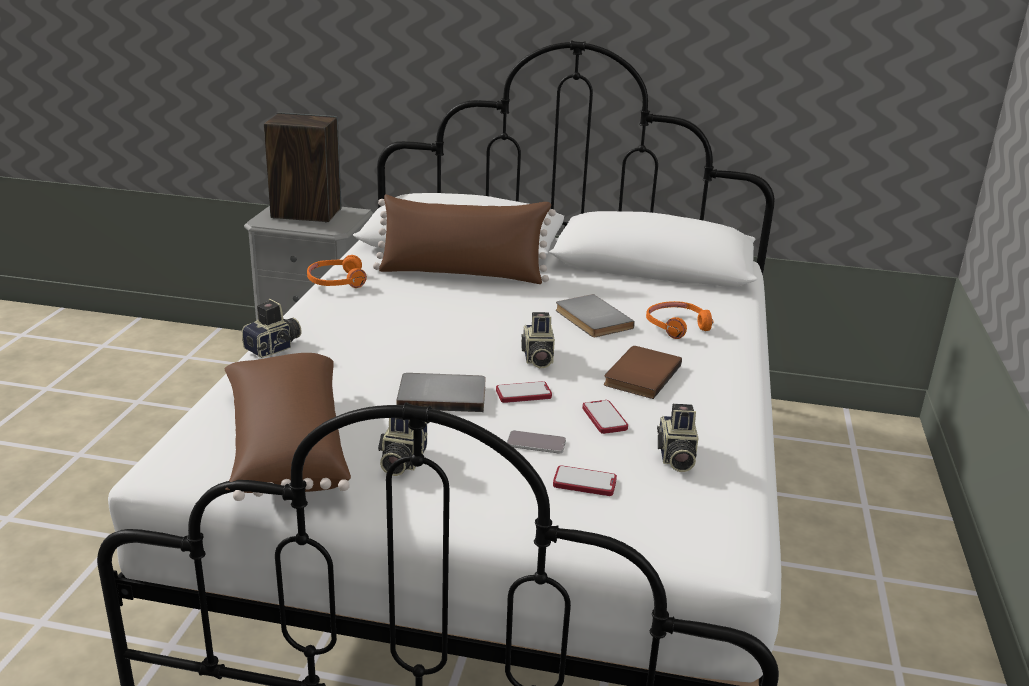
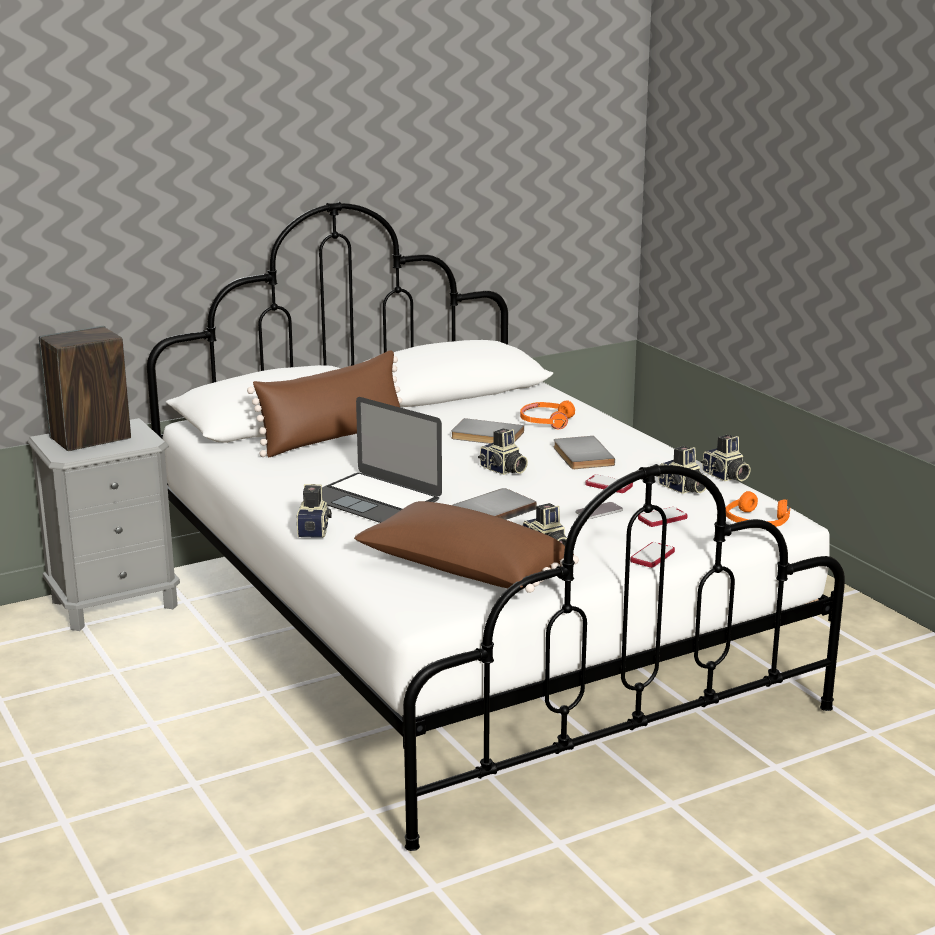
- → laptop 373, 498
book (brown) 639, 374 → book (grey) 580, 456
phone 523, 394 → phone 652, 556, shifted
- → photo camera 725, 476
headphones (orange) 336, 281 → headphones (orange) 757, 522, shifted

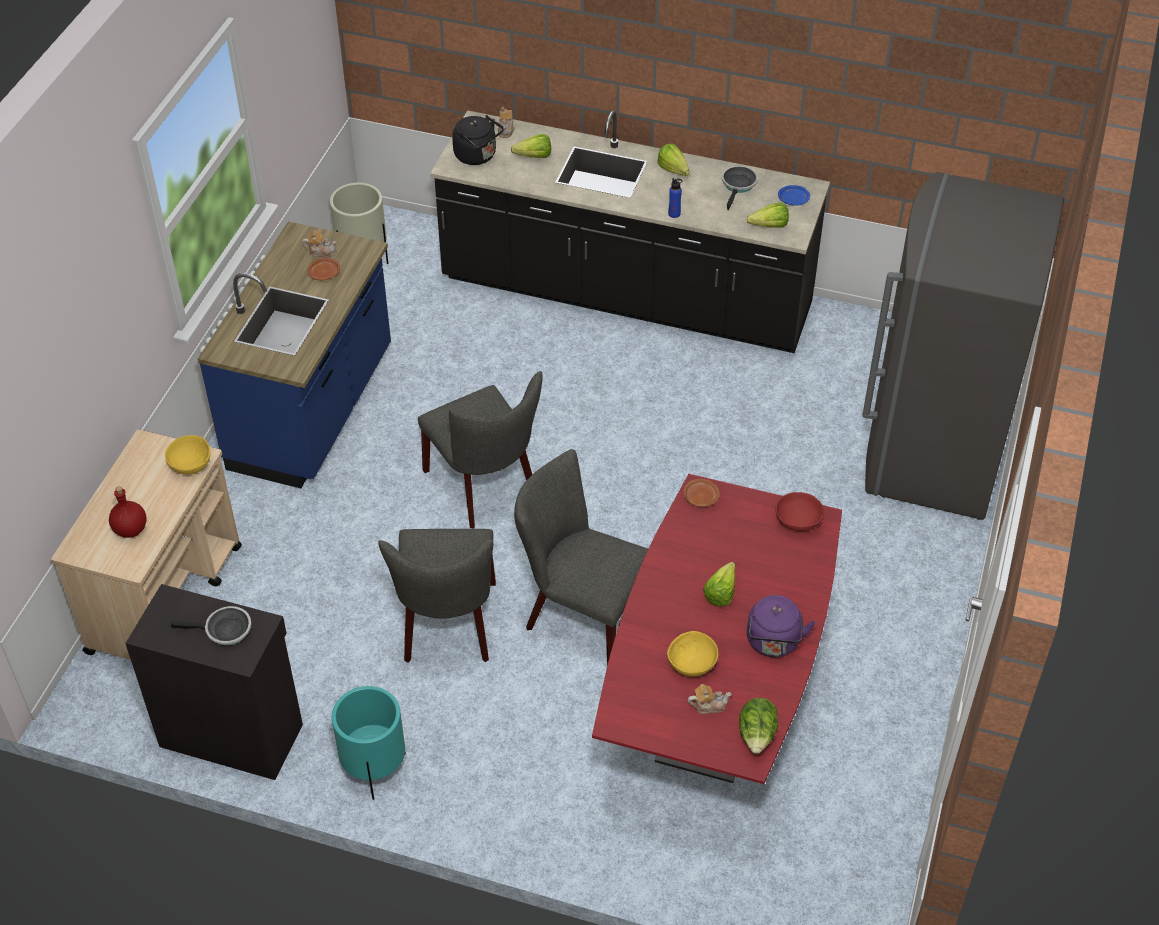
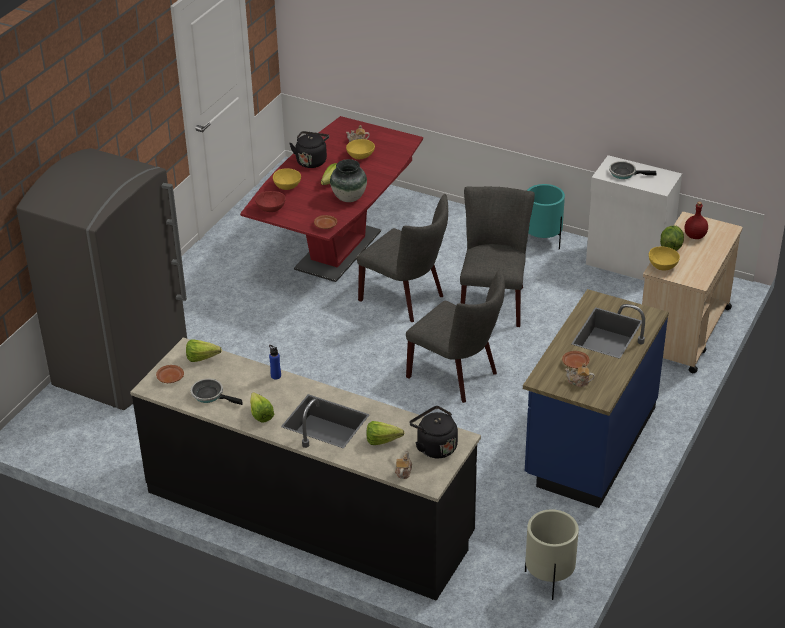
plate (blue) 794, 200 → plate (brown) 170, 378
frying pan 738, 186 → frying pan 210, 395, 90 degrees clockwise
- → bowl (yellow) 287, 187
kettle (purple) 773, 643 → kettle (black) 311, 161
- → vase 349, 198
chair (grey) 486, 488 → chair (grey) 457, 376, 150 degrees clockwise
cabinet (black) 231, 733 → cabinet (white) 628, 264
lettuce 757, 736 → lettuce 671, 246, shifted

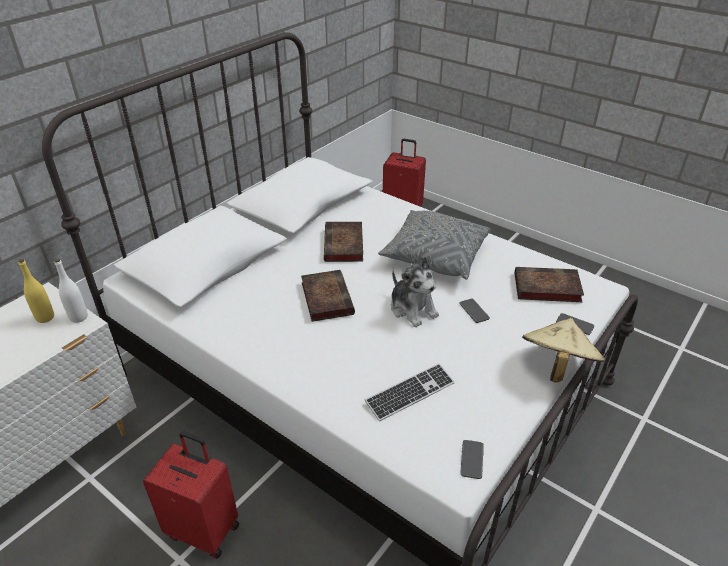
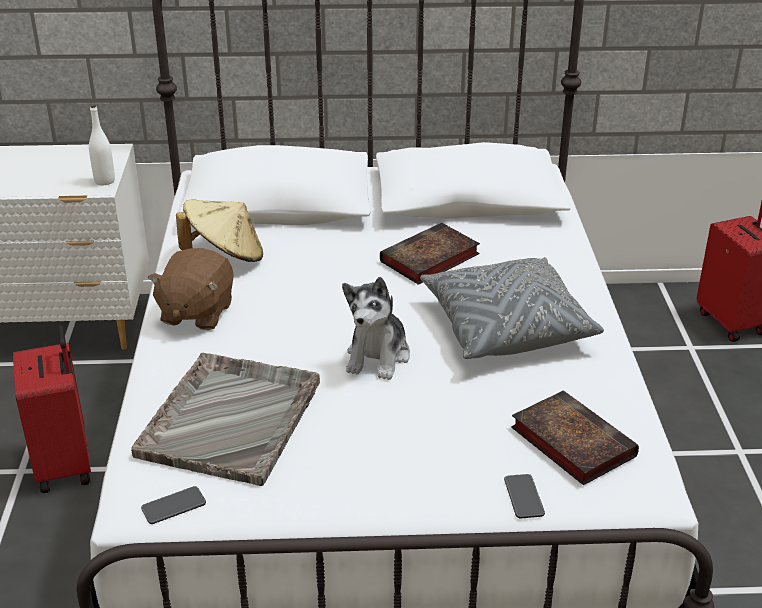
keyboard 410, 393 → tray (grey) 231, 418
- → plush toy (brown) 196, 313
hat (beige) 556, 366 → hat (beige) 225, 256, shifted
bottle (yellow) 45, 317 → -
book 326, 297 → -
phone 474, 311 → -

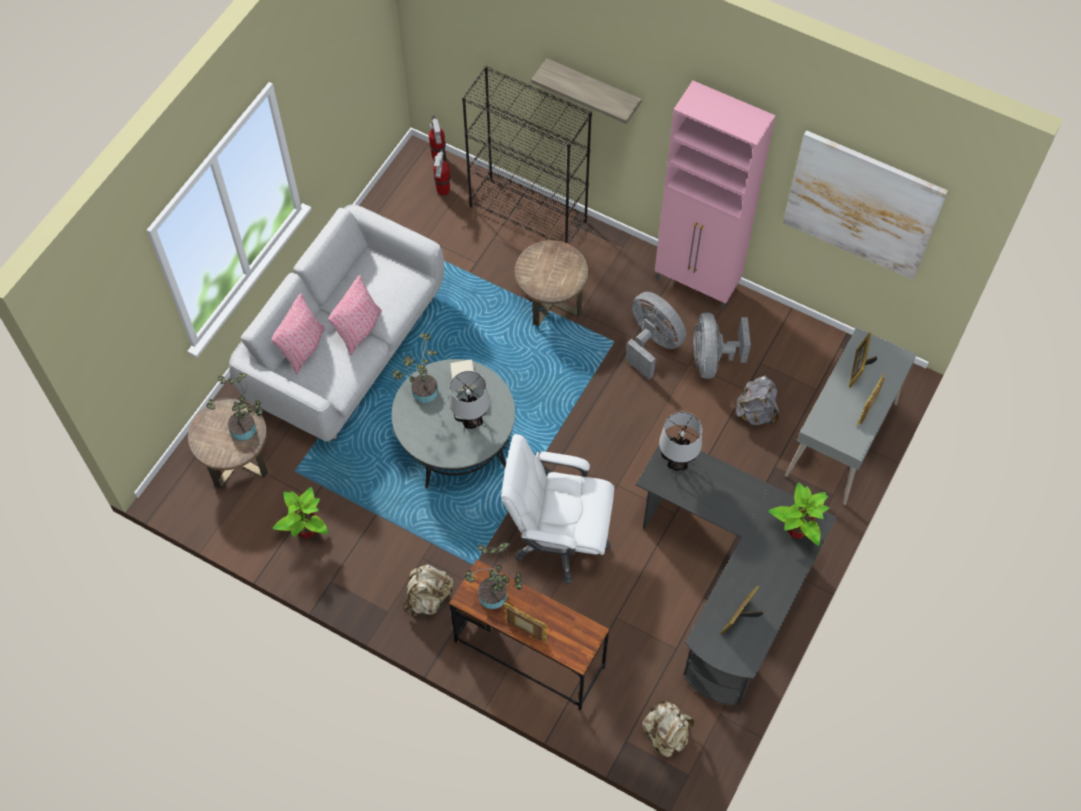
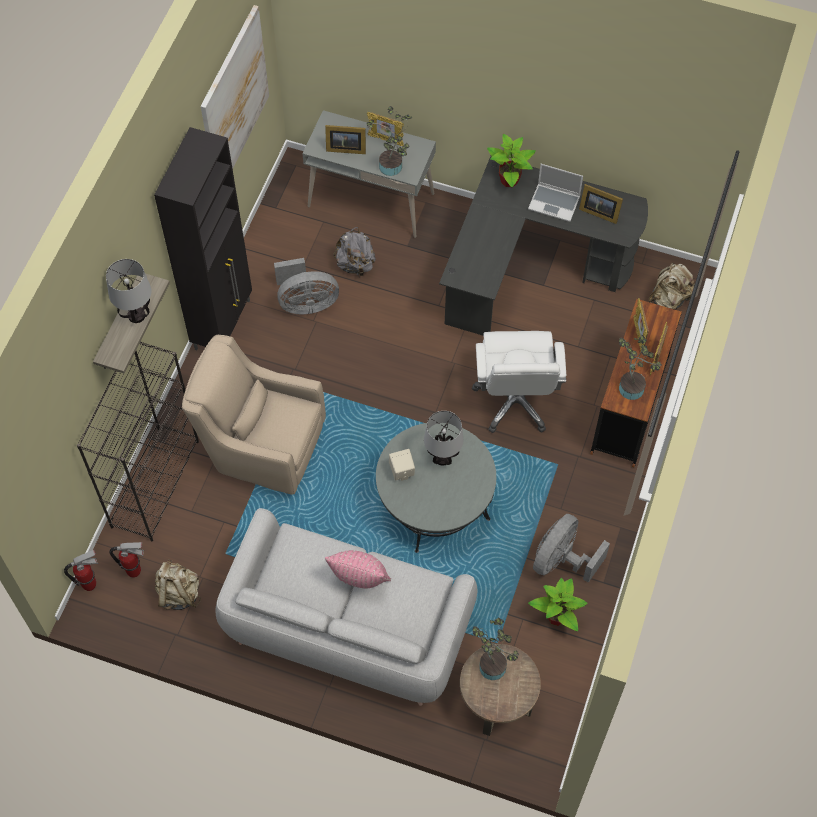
table lamp 677, 463 → table lamp 137, 315, shifted
cabinet (pink) 697, 284 → cabinet (black) 223, 324
backpack (beige) 428, 598 → backpack (beige) 178, 593, shifted
side table (brown) 551, 301 → armchair (beige) 261, 446
potted plant 422, 393 → potted plant 392, 168, shifted
- → laptop 555, 203
fan (grey) 652, 344 → fan (grey) 561, 560, shifted
- → picture frame 638, 336
pillow (pink) 303, 348 → -

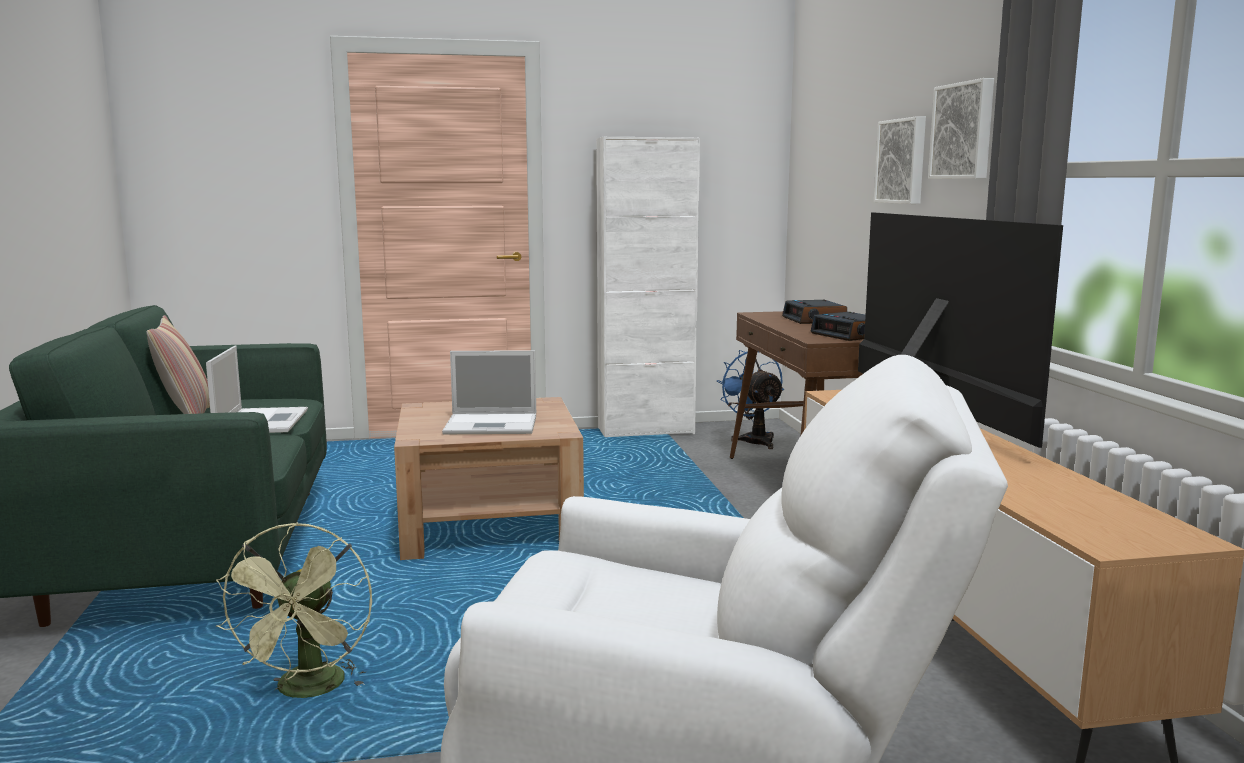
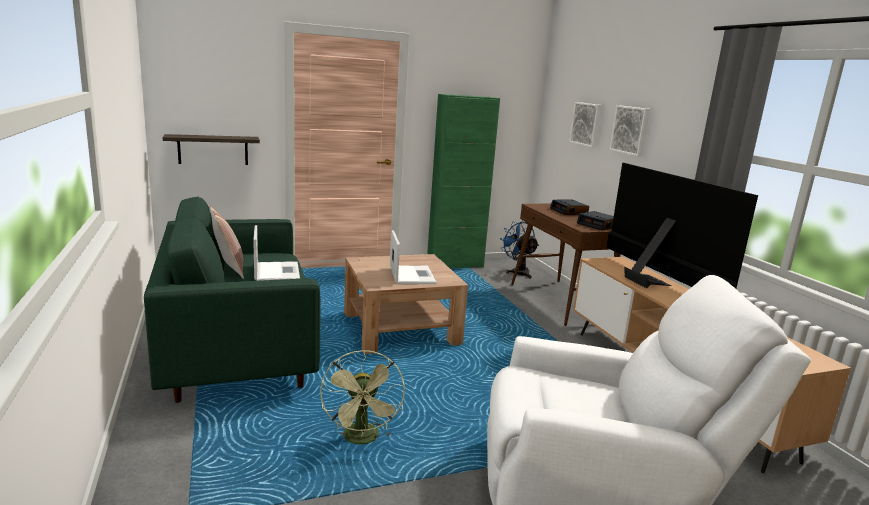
- → shelf 213, 150
laptop 493, 425 → laptop 411, 275, 90 degrees counterclockwise
cabinet (white) 646, 431 → cabinet (green) 455, 265
picture 964, 131 → picture 587, 124, shifted

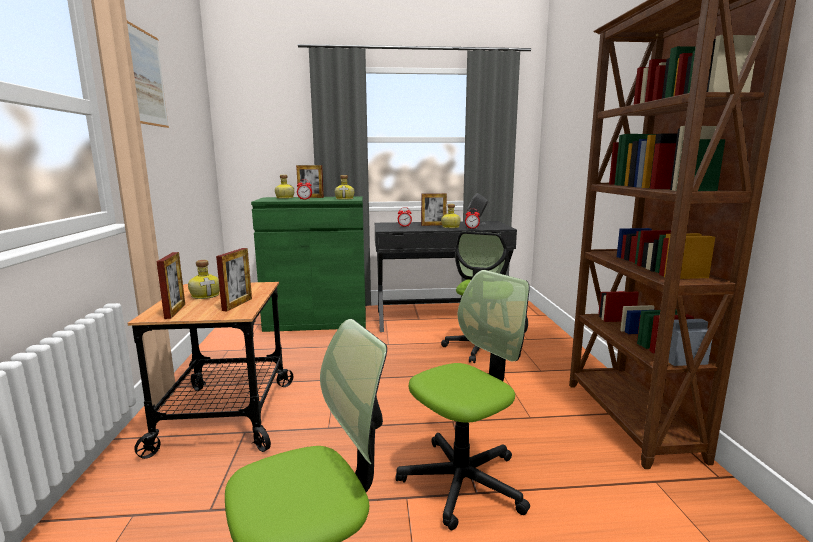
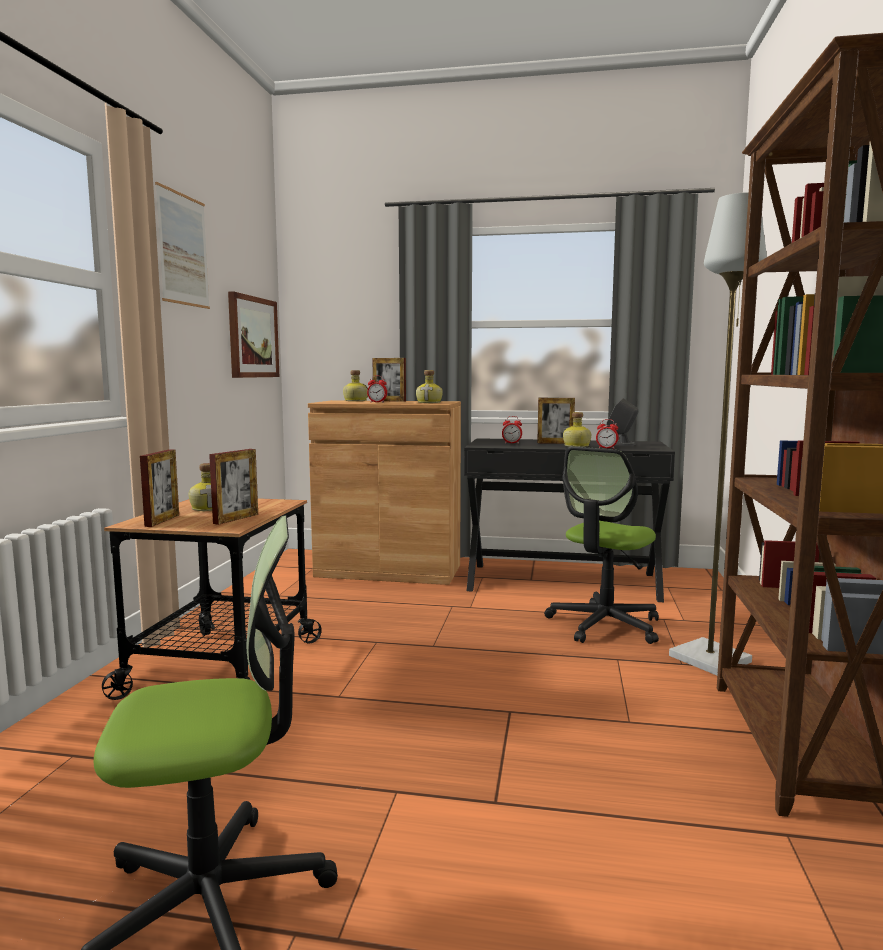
- → picture 253, 337
cabinet (green) 316, 321 → cabinet (brown) 388, 571
- → floor lamp (grey) 711, 659
office chair 463, 481 → -

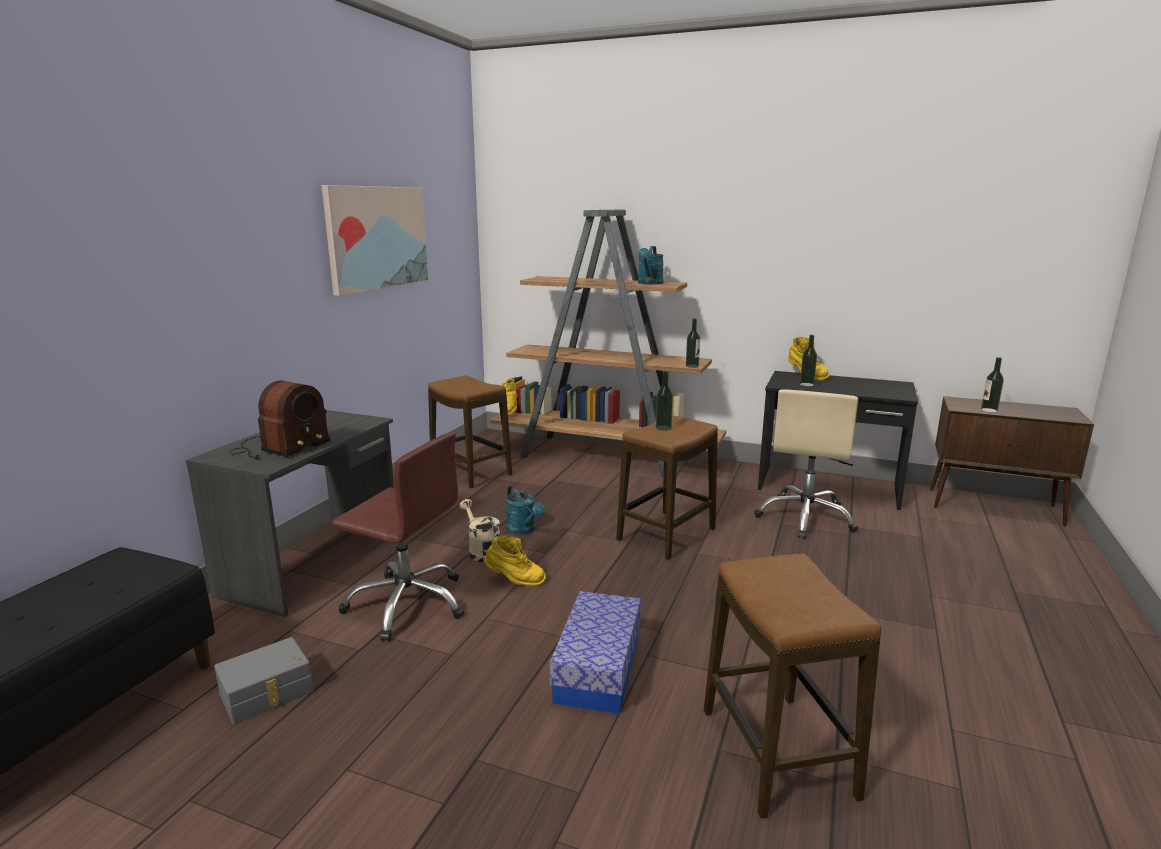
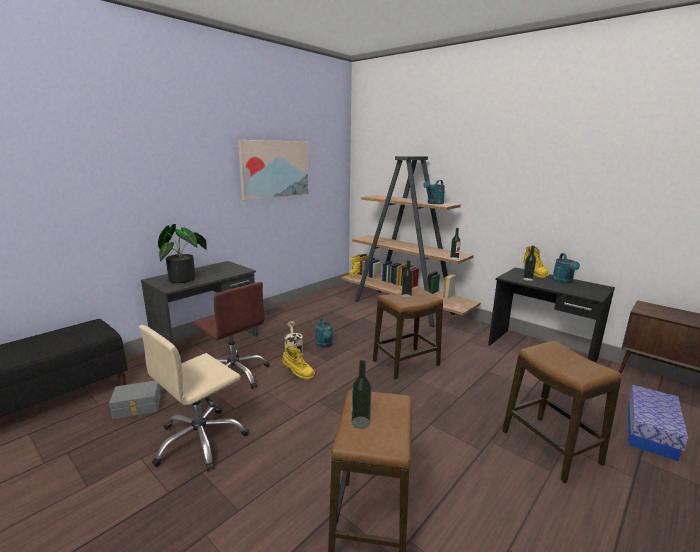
office chair (beige) 806, 518 → office chair (beige) 200, 440, shifted
radio 279, 448 → potted plant 185, 279
bottle 989, 410 → bottle 360, 422, shifted
stool 471, 472 → stool 550, 447, shifted
- → watering can (turquoise) 563, 282
storage box 598, 668 → storage box 650, 432, shifted

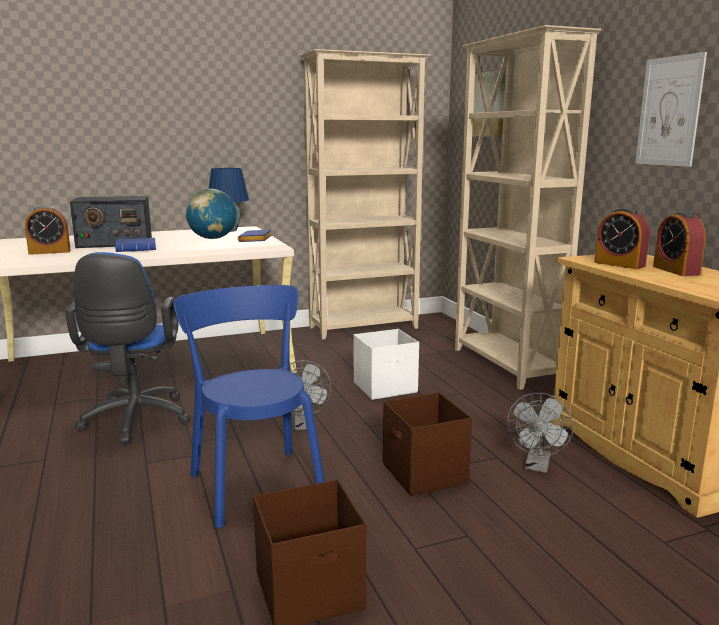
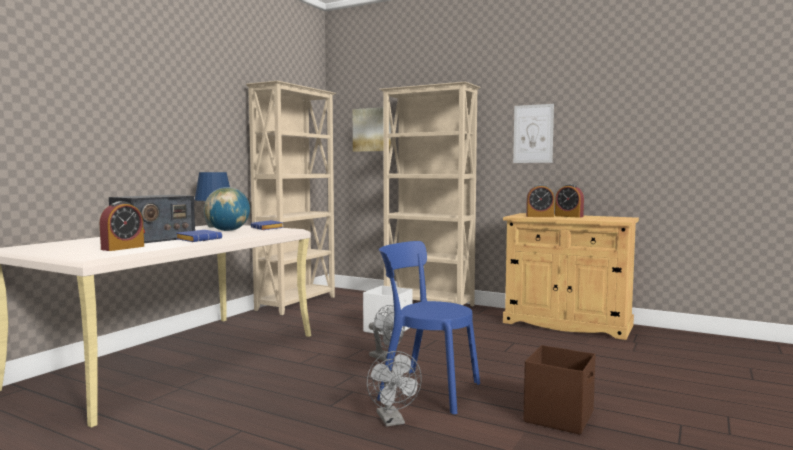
fan (grey) 537, 466 → fan (grey) 392, 421, shifted
office chair (blue) 135, 422 → -
storage box (brown) 424, 474 → -

